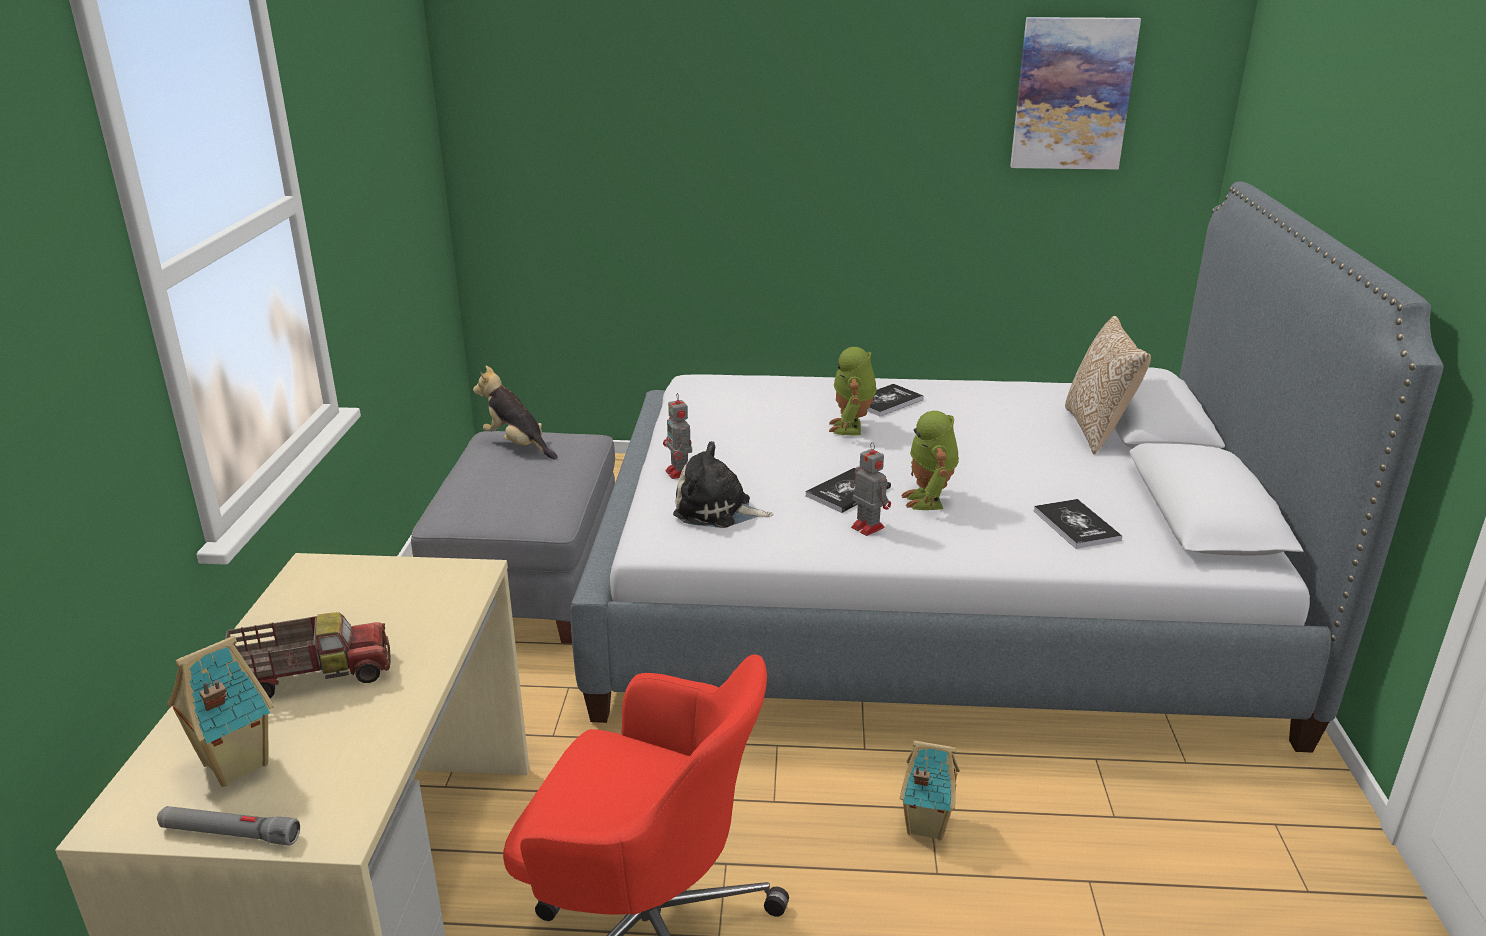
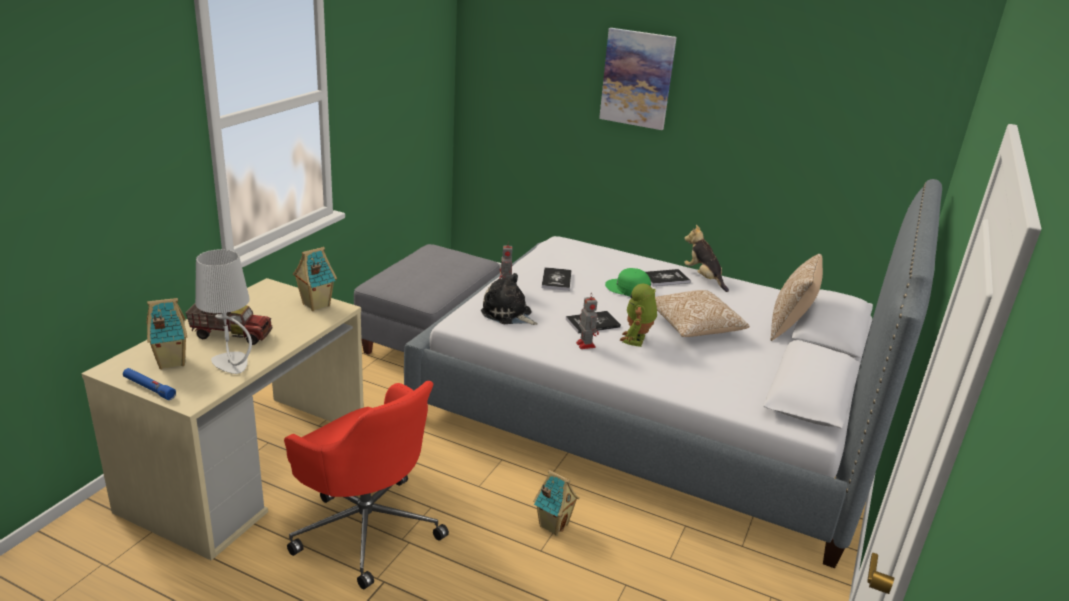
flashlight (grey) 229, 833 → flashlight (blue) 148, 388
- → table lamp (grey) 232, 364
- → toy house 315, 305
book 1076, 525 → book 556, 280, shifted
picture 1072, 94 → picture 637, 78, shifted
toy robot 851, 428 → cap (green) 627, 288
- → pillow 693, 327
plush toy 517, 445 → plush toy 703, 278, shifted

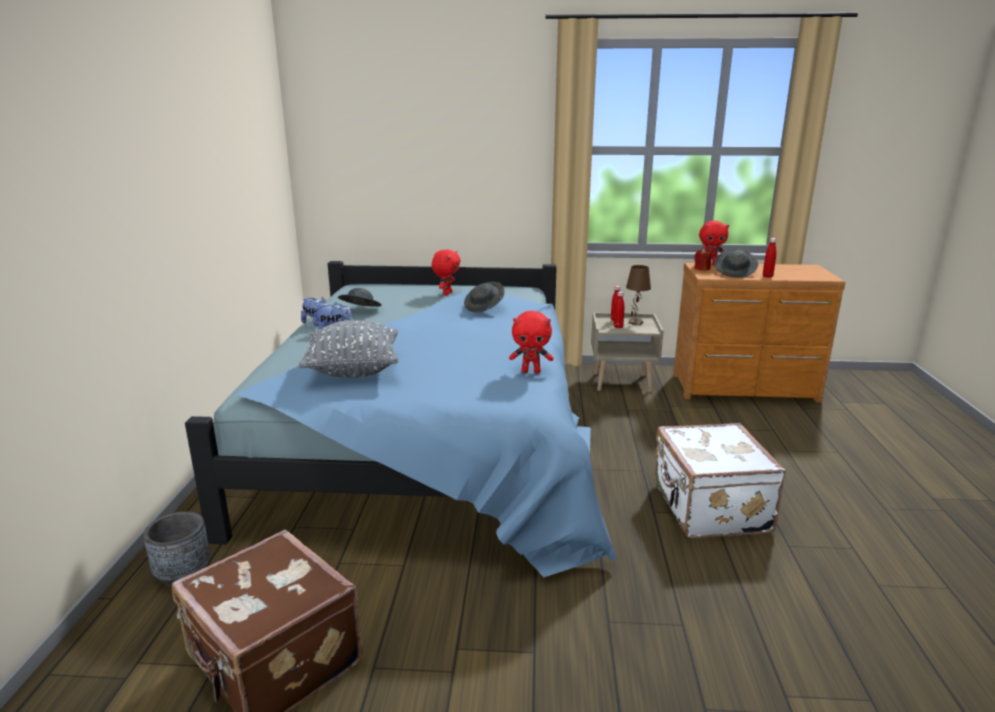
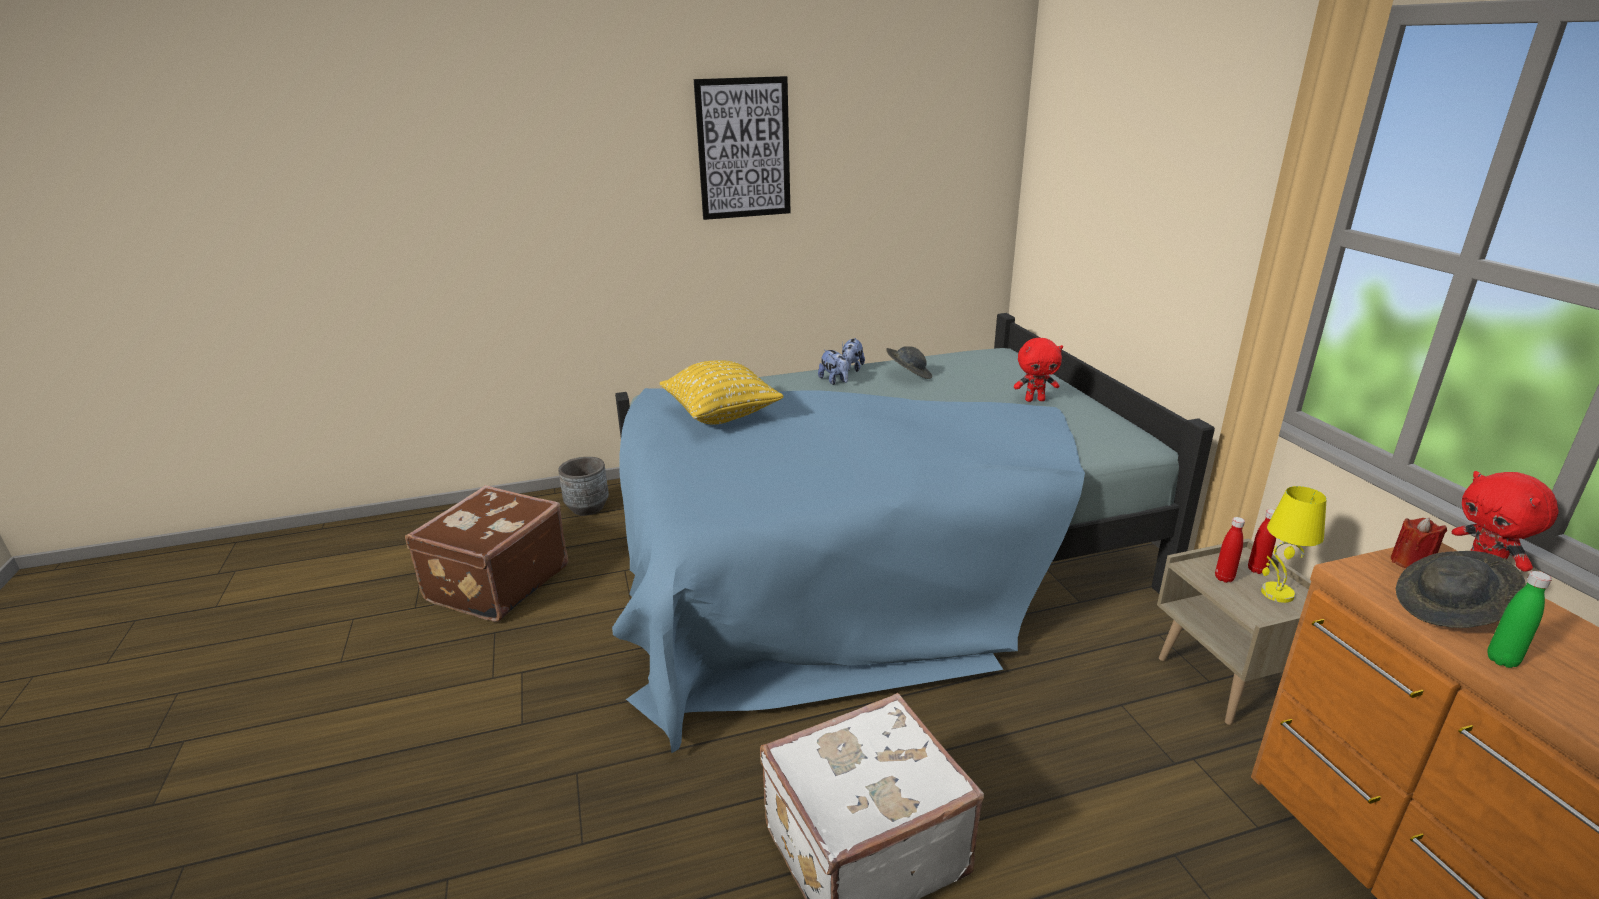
pillow (grey) 354, 371 → pillow (yellow) 721, 415
- → picture 743, 149
table lamp (brown) 635, 322 → table lamp (yellow) 1276, 593
bottle (red) 767, 276 → bottle (green) 1502, 660
hat (grey) 484, 307 → -
plush toy (red) 531, 371 → -

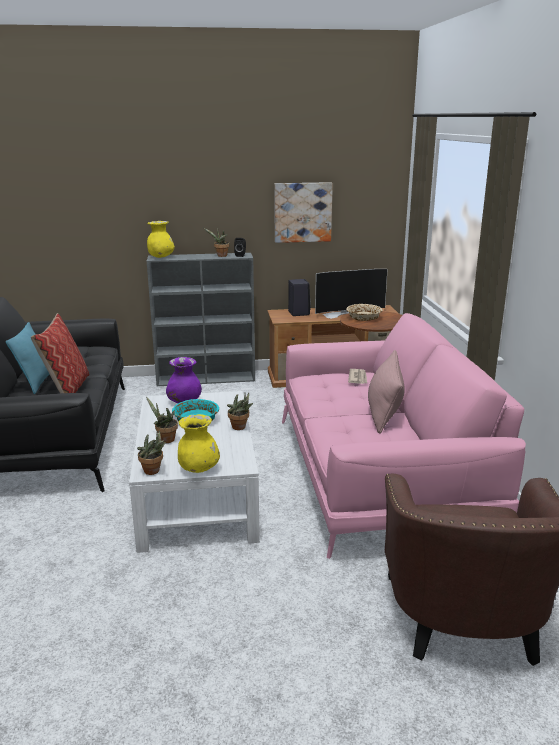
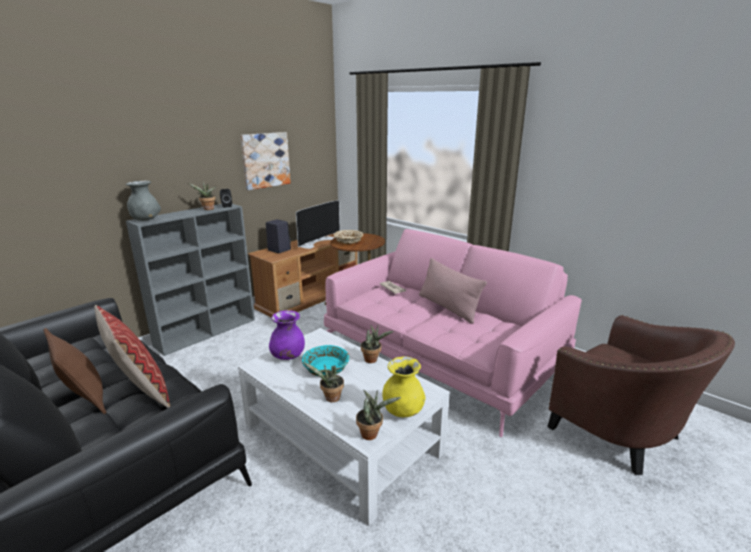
pillow (turquoise) 36, 382 → pillow (brown) 85, 399
vase (yellow) 161, 257 → vase (grey) 146, 219

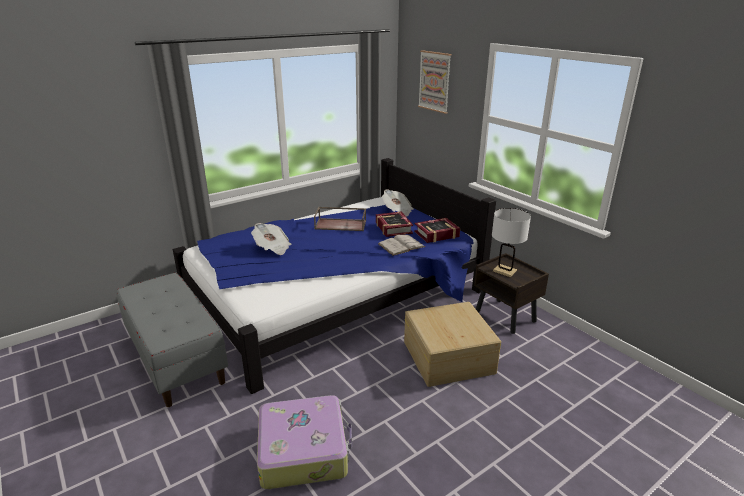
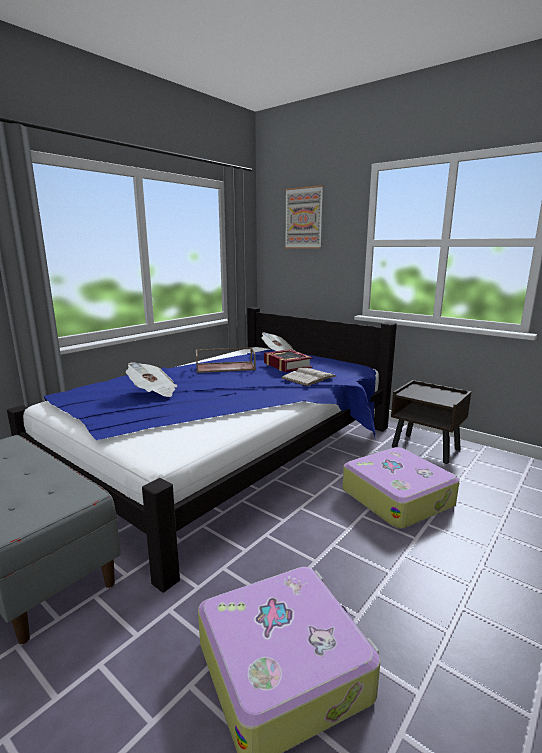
storage box (beige) 448, 356 → suitcase 397, 497
book 436, 234 → -
table lamp (white) 504, 271 → -

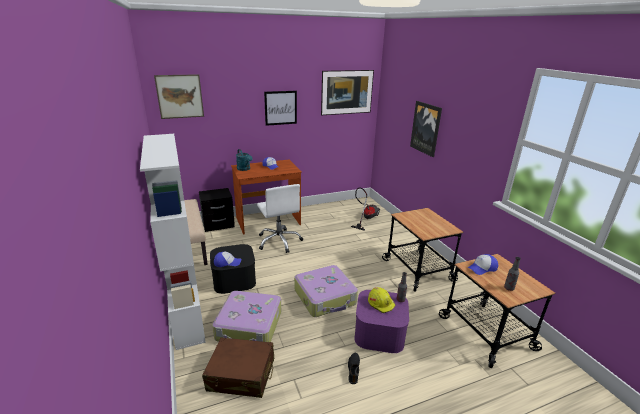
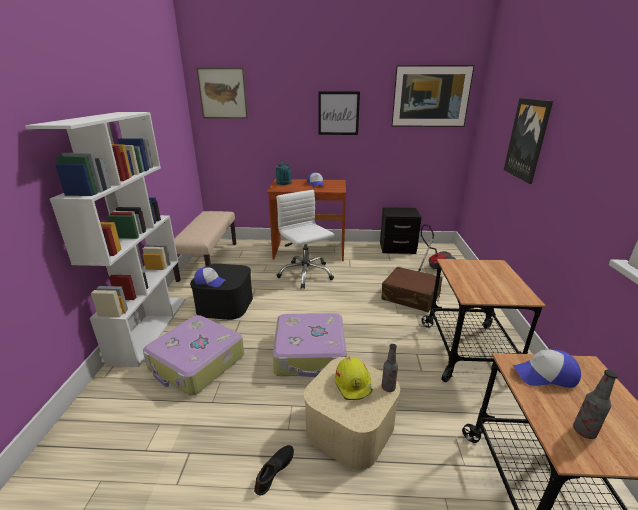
office chair (white) 279, 241 → office chair (white) 305, 274, 150 degrees clockwise
storage box (purple) 379, 332 → storage box (beige) 350, 427
nightstand (black) 218, 225 → nightstand (black) 397, 248, shifted
suitcase (brown) 241, 375 → suitcase (brown) 411, 297, shifted

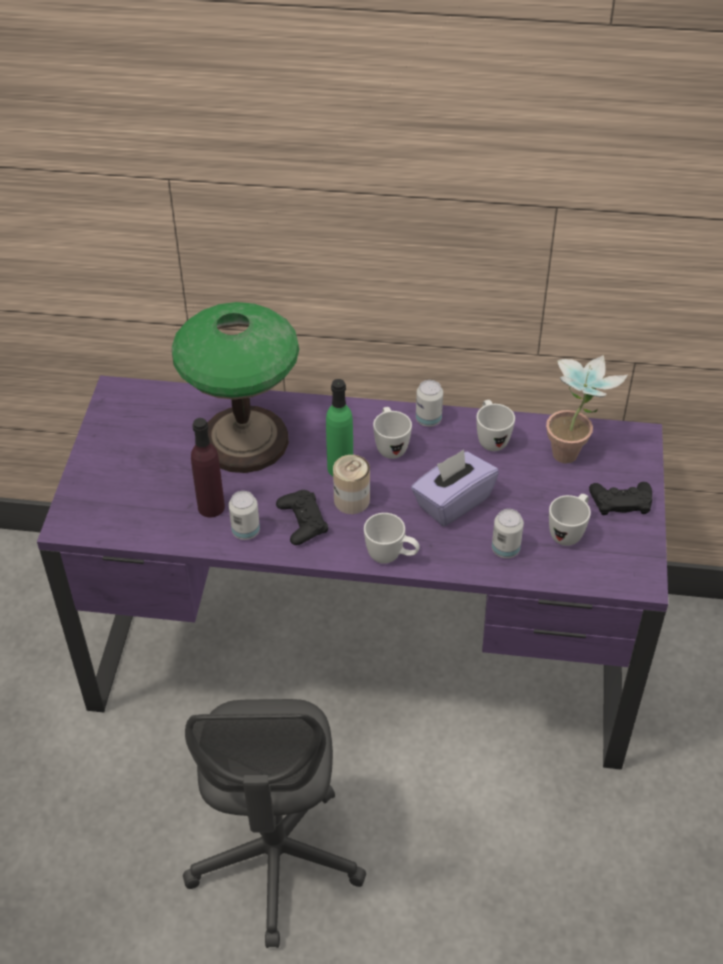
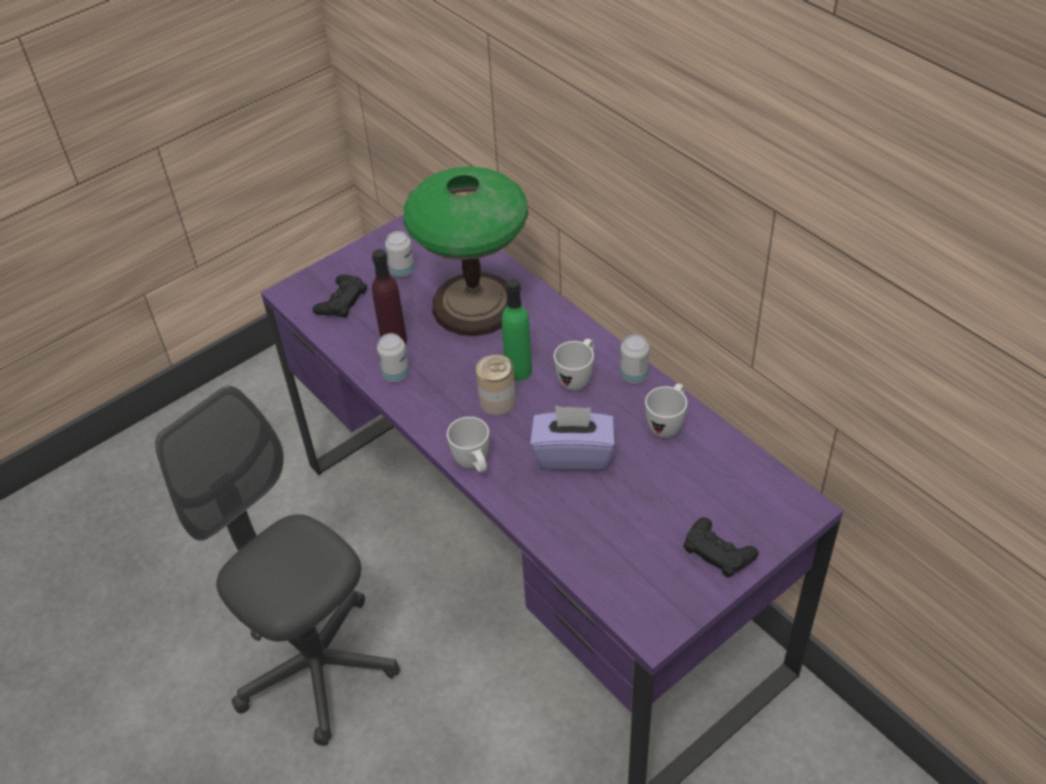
office chair (grey) 276, 859 → office chair (grey) 316, 667, 90 degrees clockwise
game controller (black) 302, 521 → game controller (black) 341, 301, shifted
can 505, 549 → can 402, 271, shifted
potted plant 573, 451 → -
mug (white) 569, 532 → -

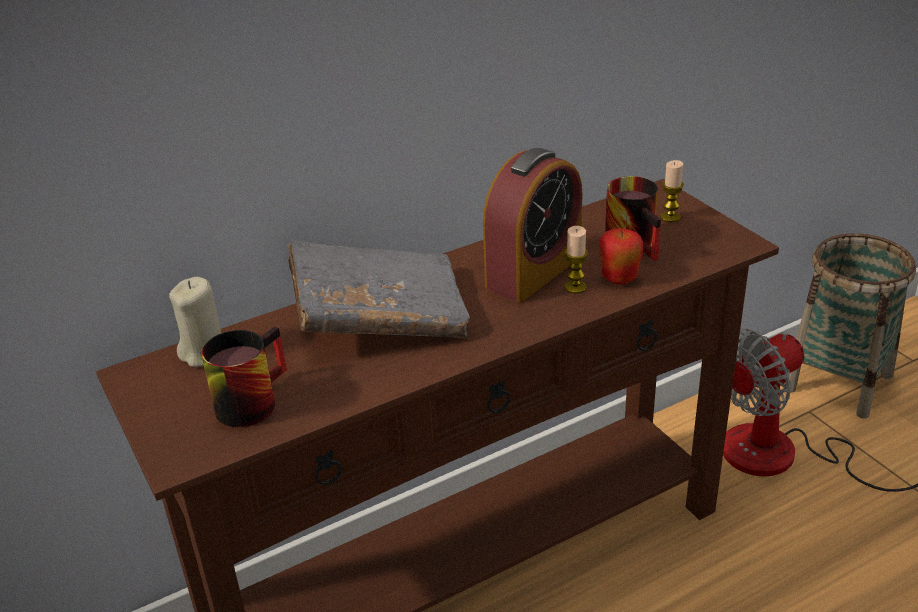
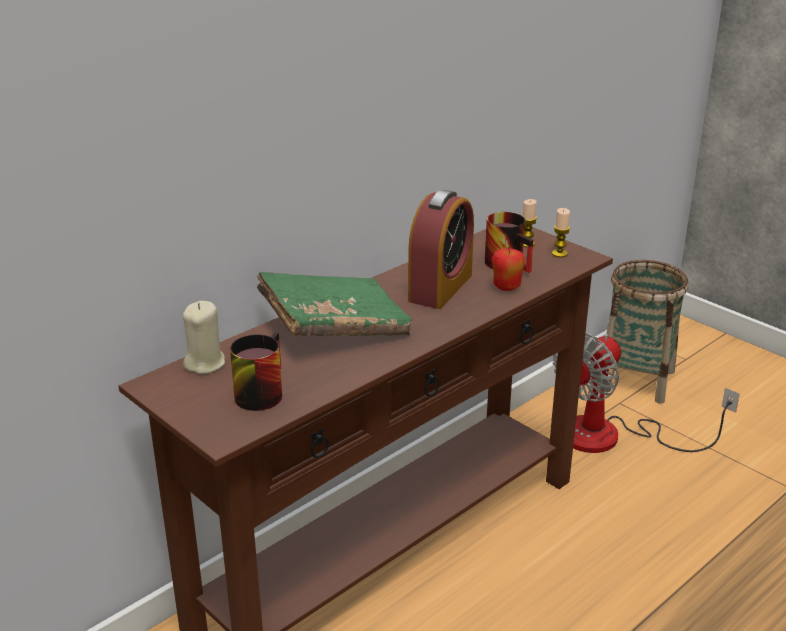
book (grey) 380, 316 → book (green) 335, 327
candle 575, 287 → candle 559, 254, shifted

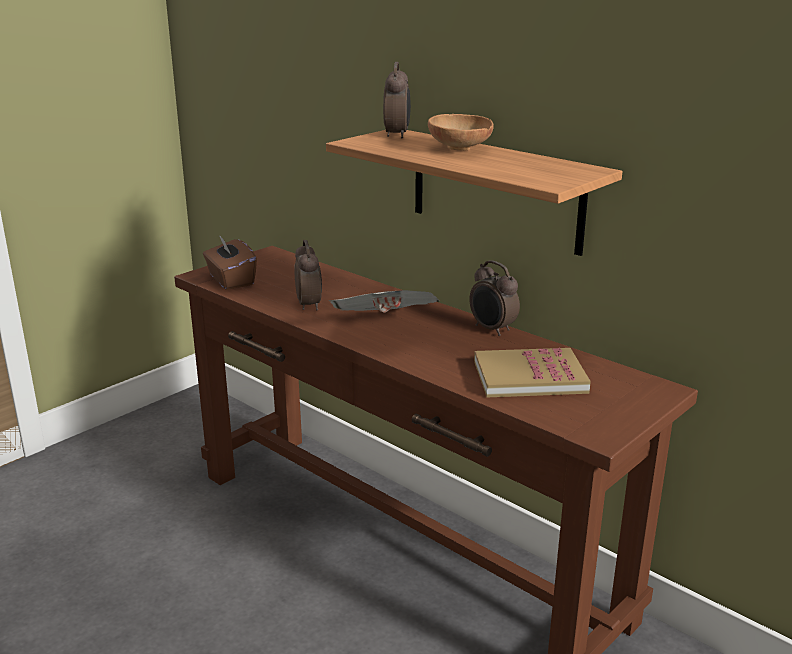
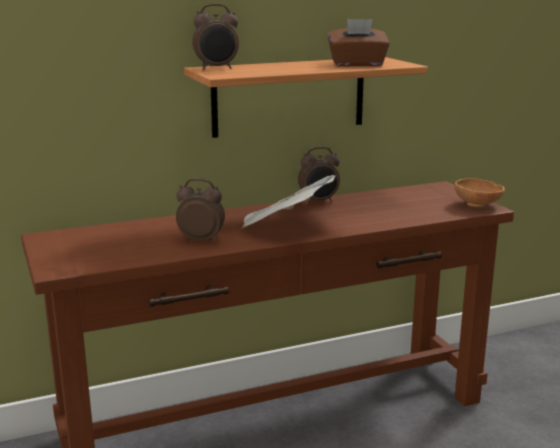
alarm clock 397, 135 → alarm clock 216, 68, 135 degrees clockwise
tissue box (brown) 230, 280 → tissue box (brown) 357, 64, shifted
bowl (brown) 459, 150 → bowl (brown) 478, 205, shifted
book 529, 377 → -

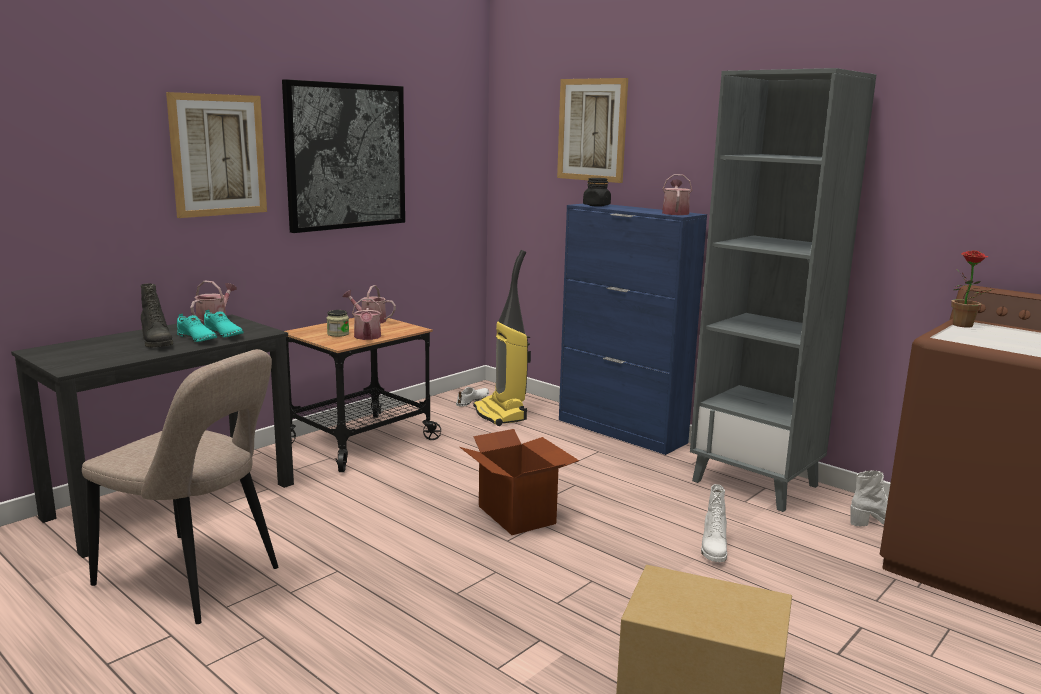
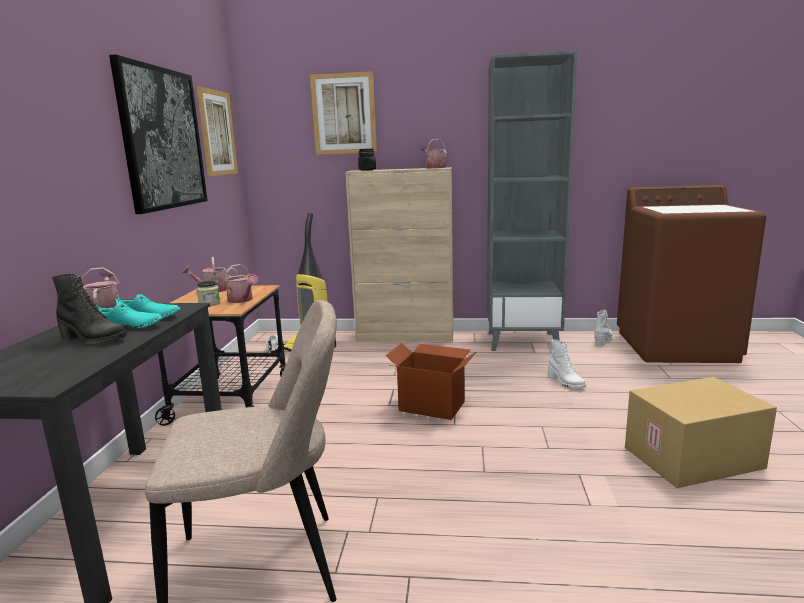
picture 218, 155 → picture 217, 133, shifted
cabinet (blue) 621, 431 → cabinet (beige) 406, 336
potted plant 964, 326 → -

